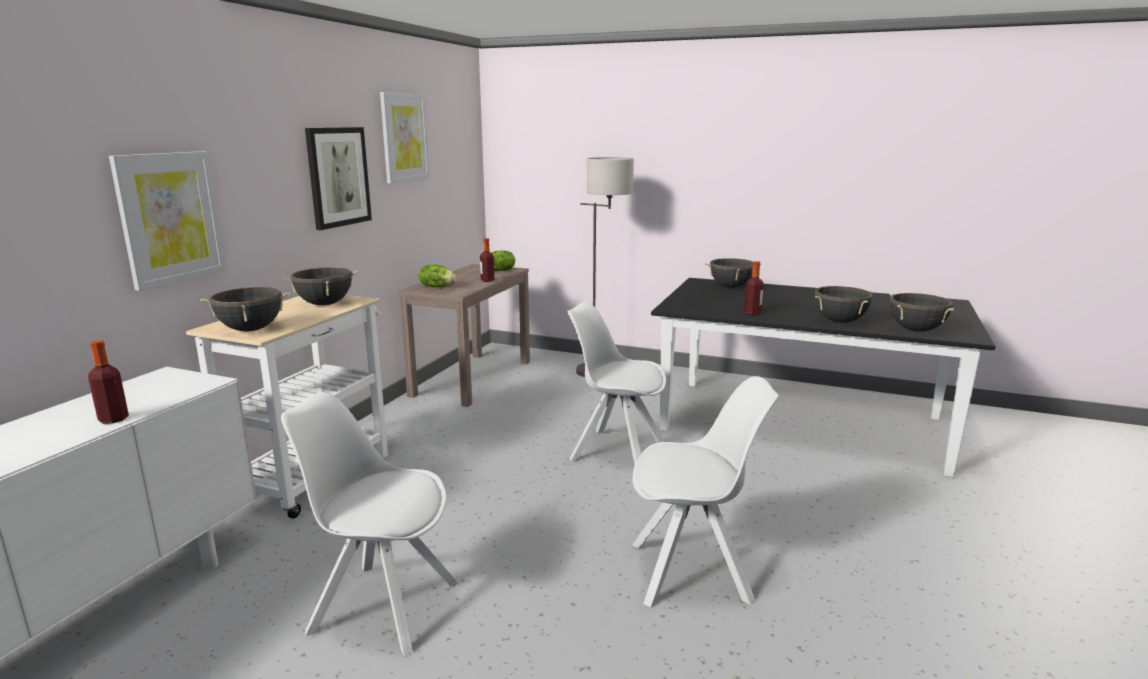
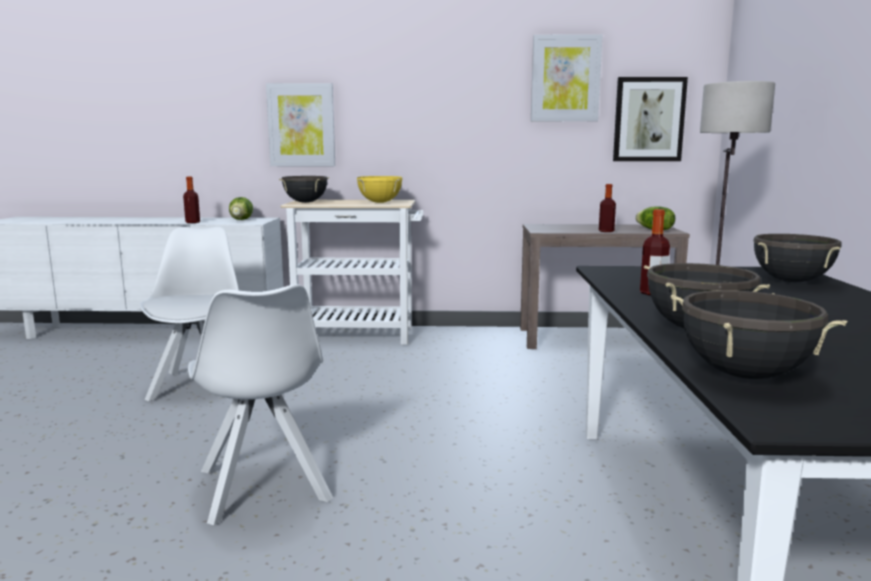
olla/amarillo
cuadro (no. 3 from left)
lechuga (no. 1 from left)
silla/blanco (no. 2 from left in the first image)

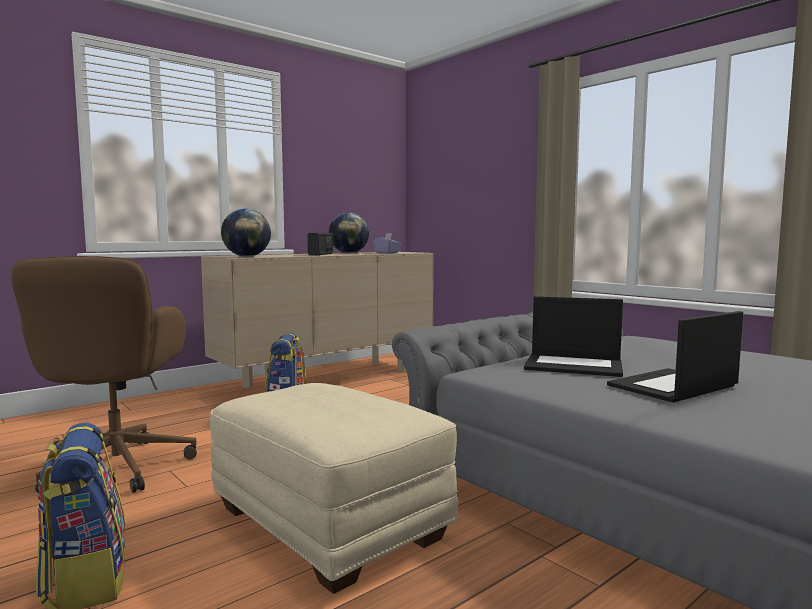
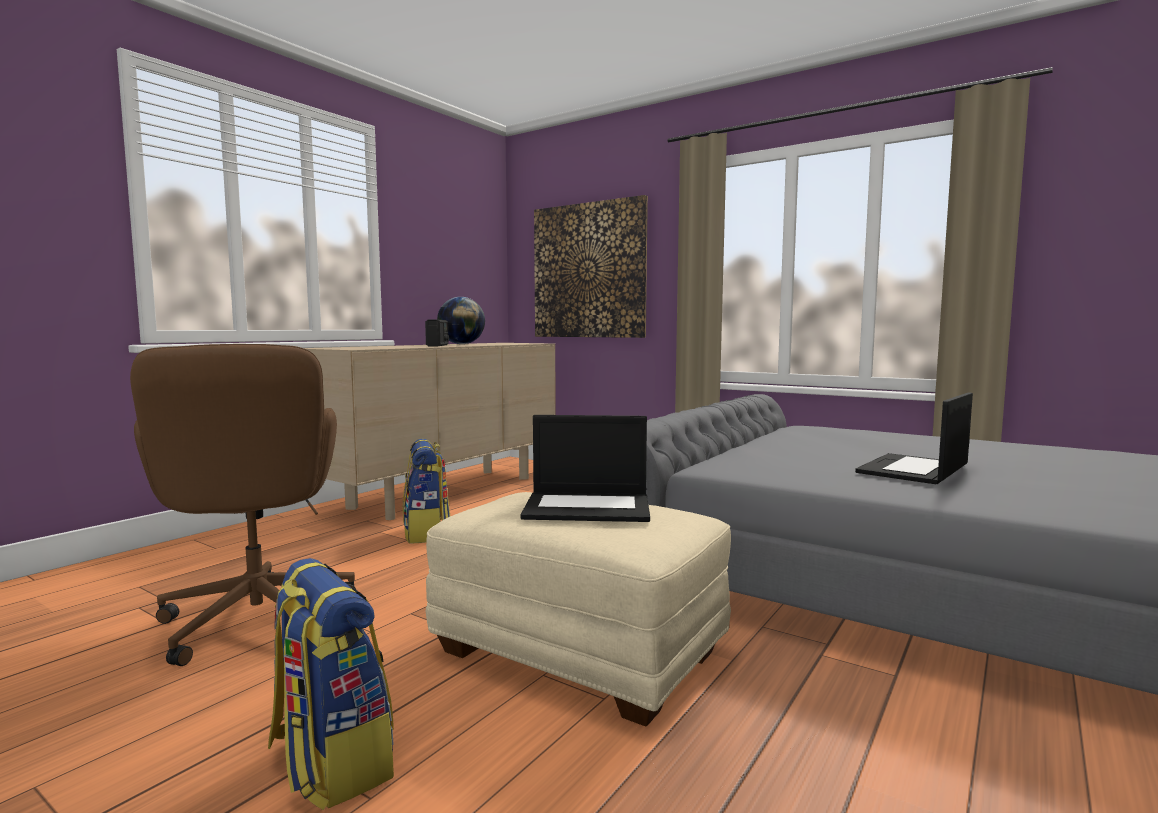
globo terráqueo (no. 1 from left in the first image)
caja de pañuelos/morado
portátil (no. 1 from left)
cuadro

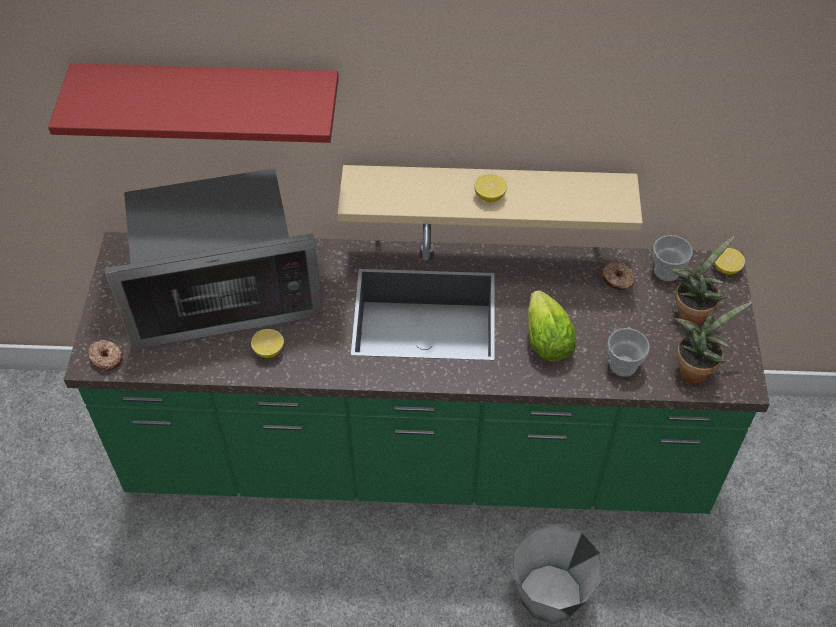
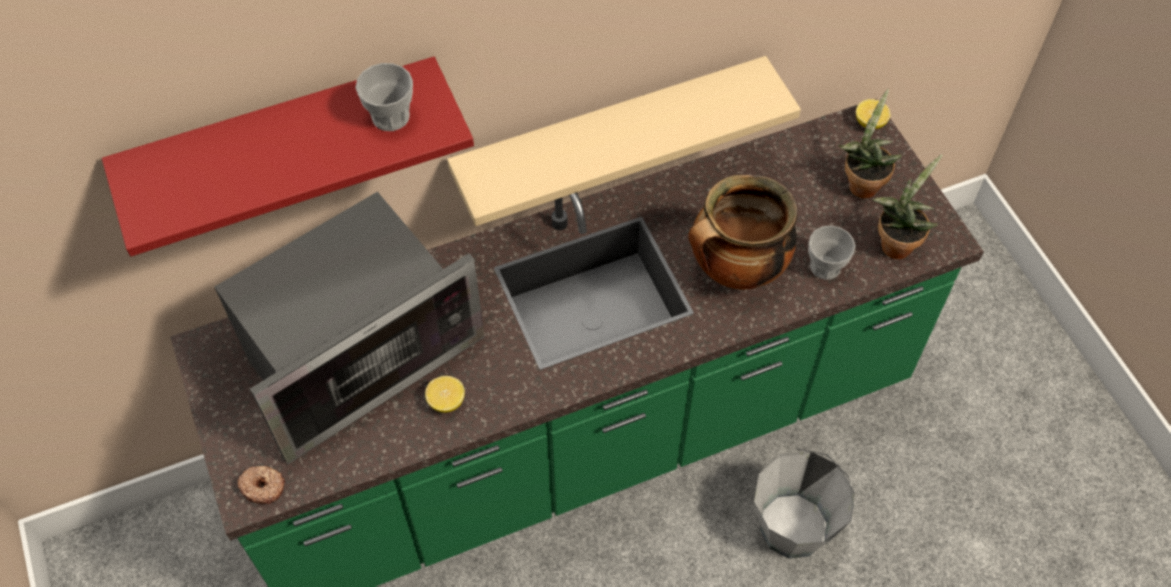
limón (no. 2 from left in the first image)
olla
rosquilla (no. 2 from left in the first image)
taza (no. 1 from left)

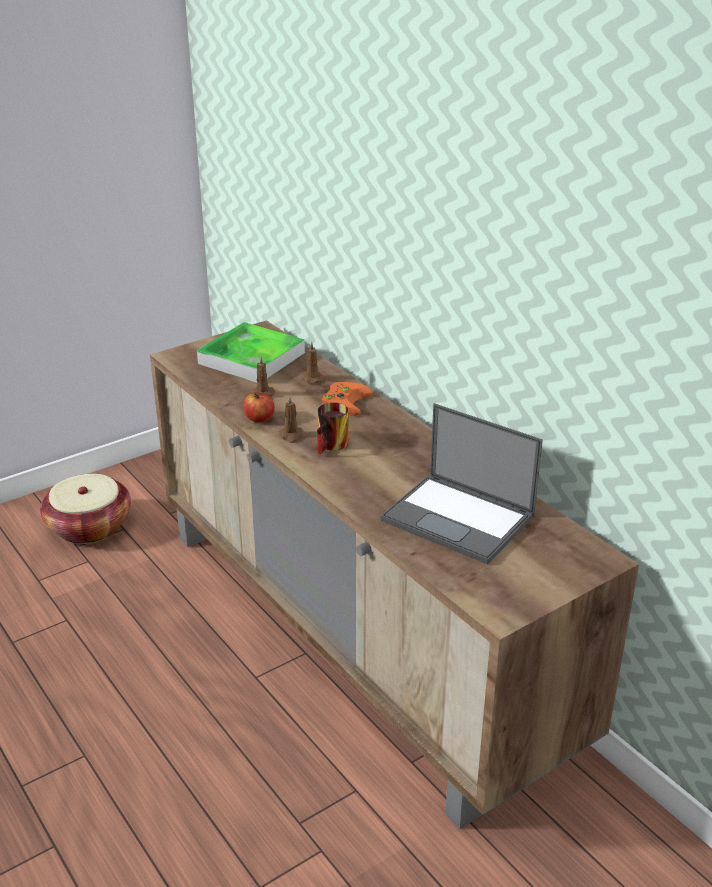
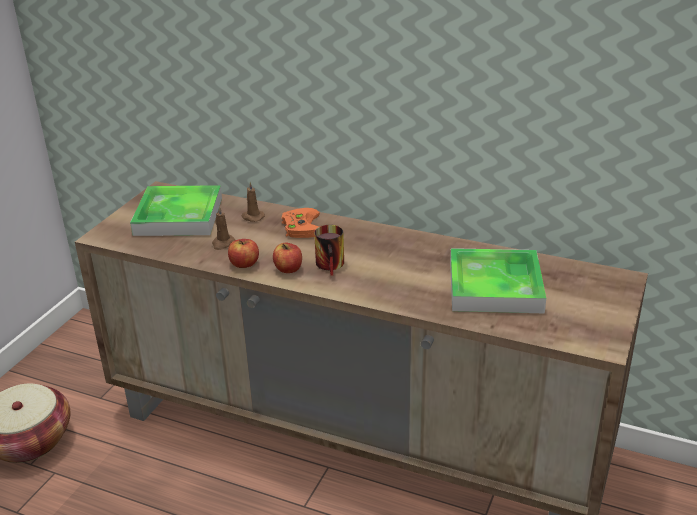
manzana (no. 2 from left)
bandeja (no. 2 from left)

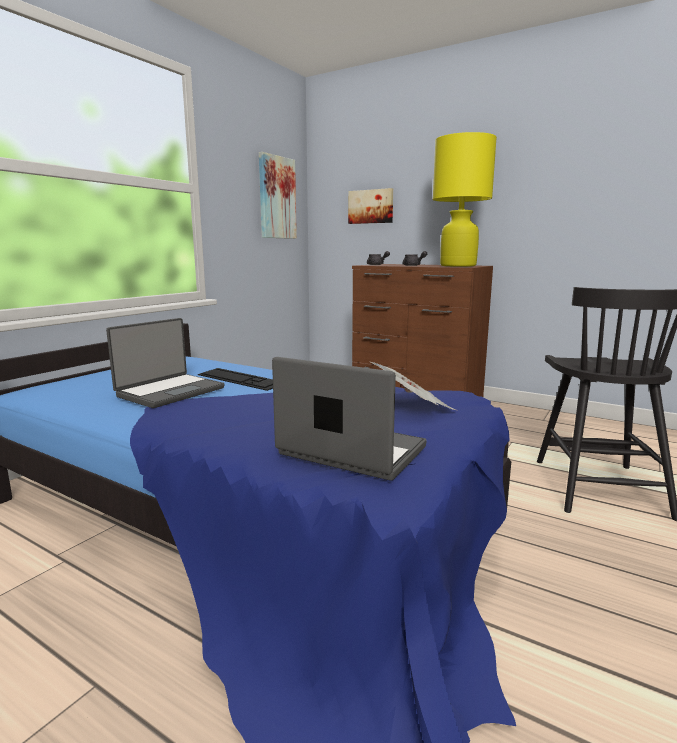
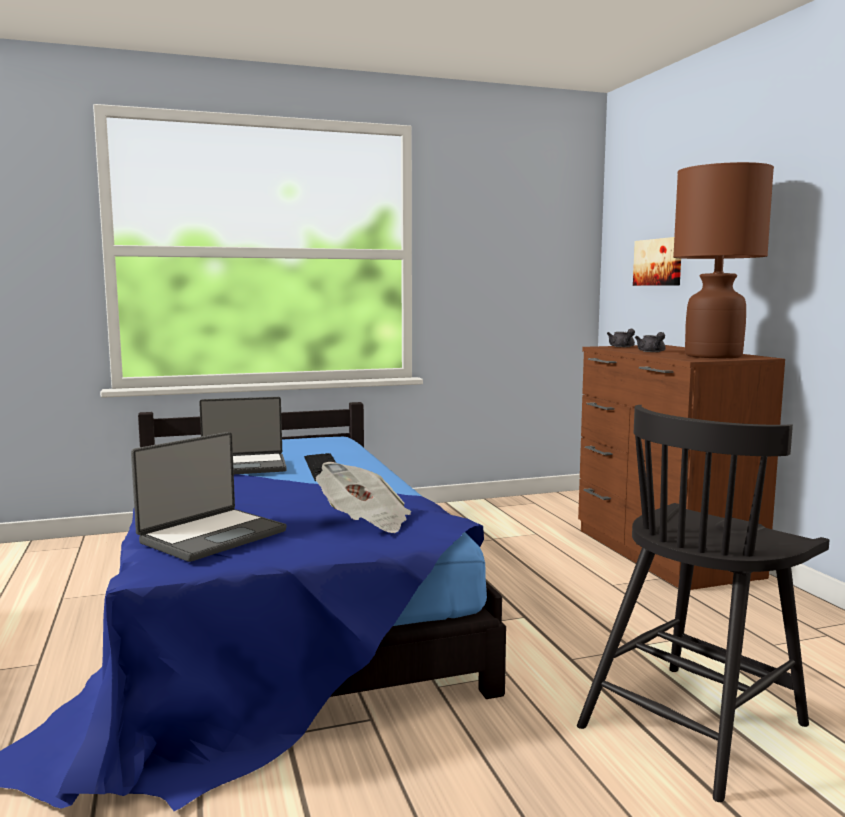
cuadro (no. 1 from left in the first image)
portátil (no. 1 from left)
lámpara de mesa/marrón

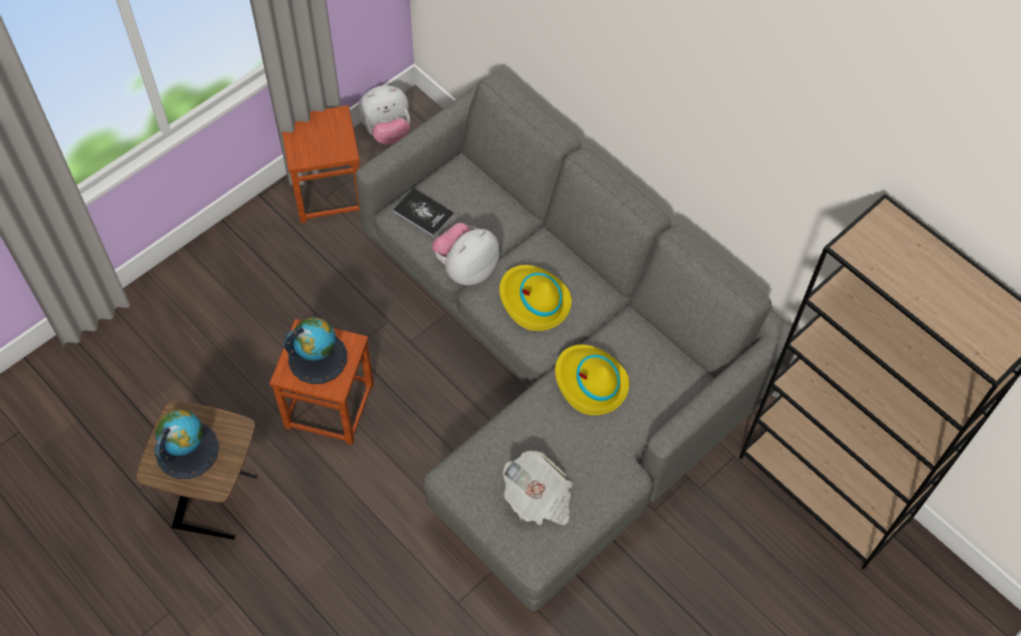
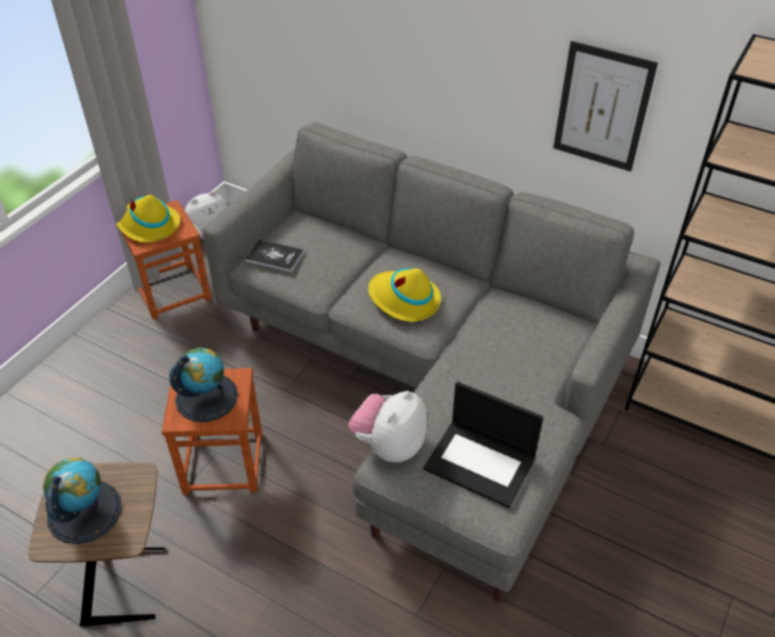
peluche (no. 2 from left)
portátil
sombrero/amarillo (no. 1 from left)
cuadro

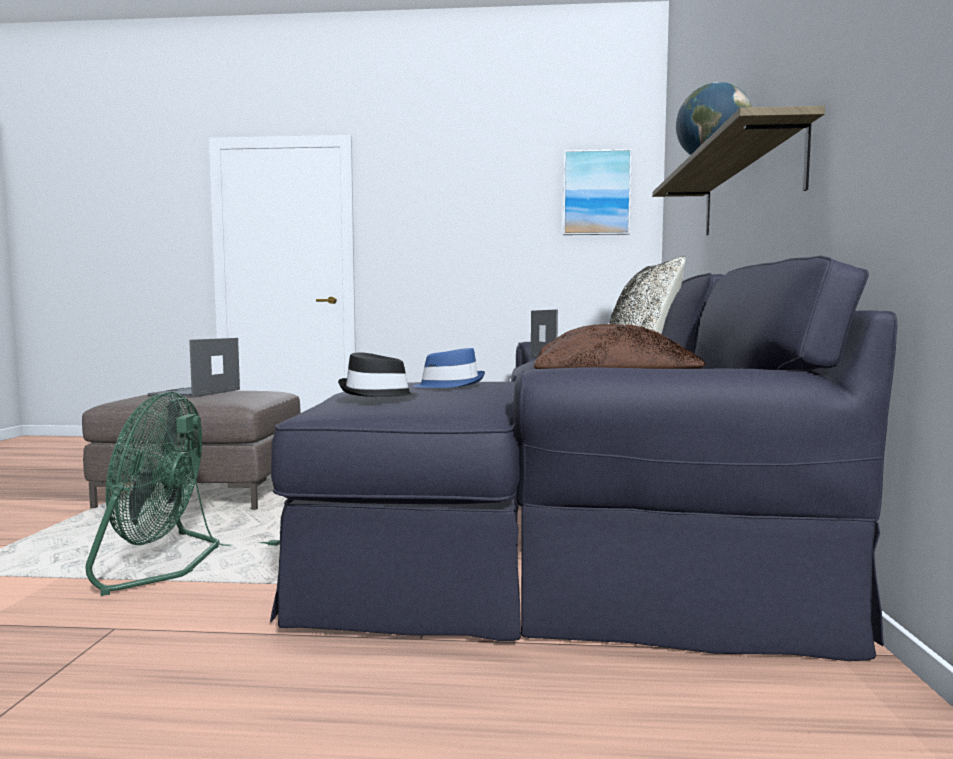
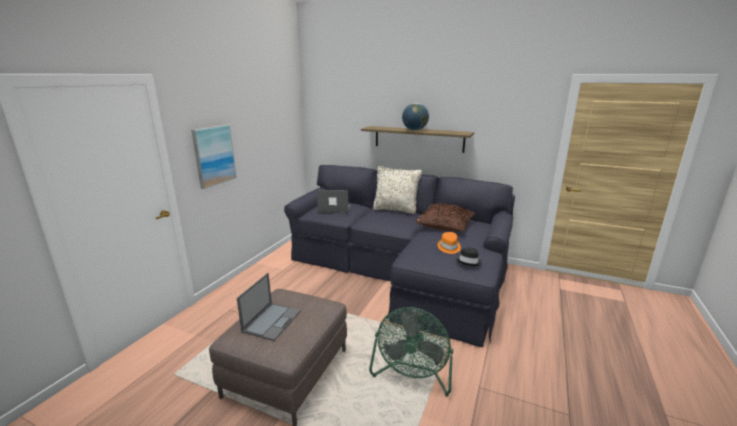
portátil (no. 1 from left)
sombrero/naranja
cuadro

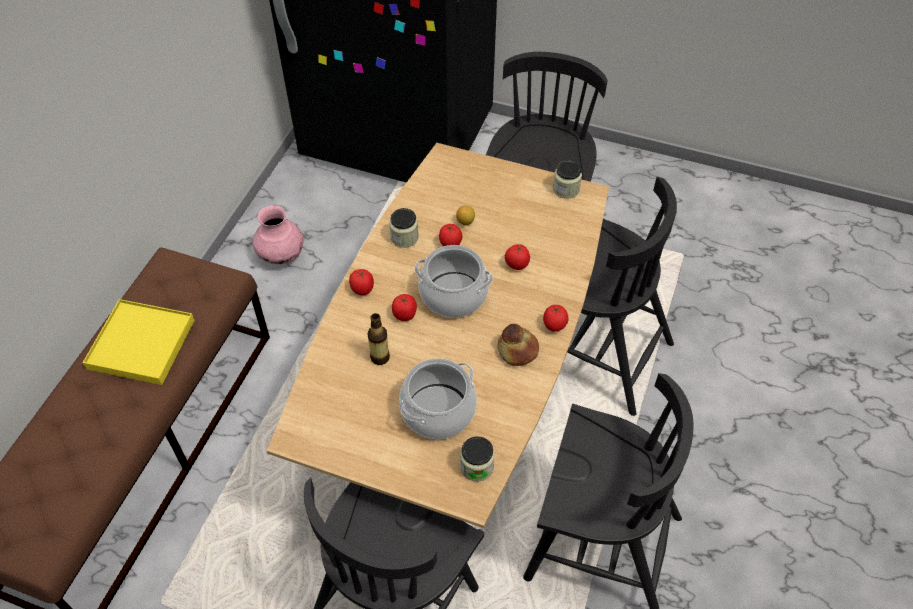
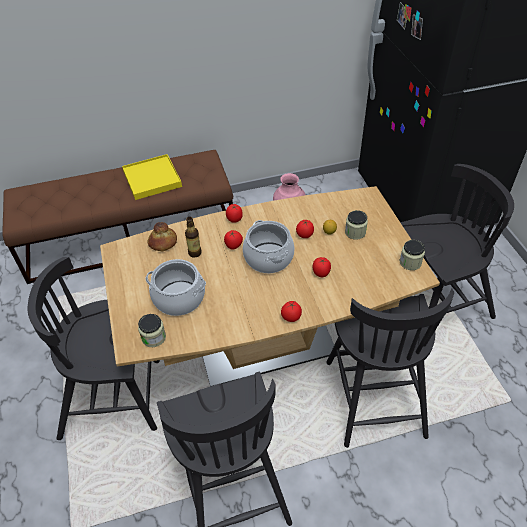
tarro (no. 2 from left)
pan

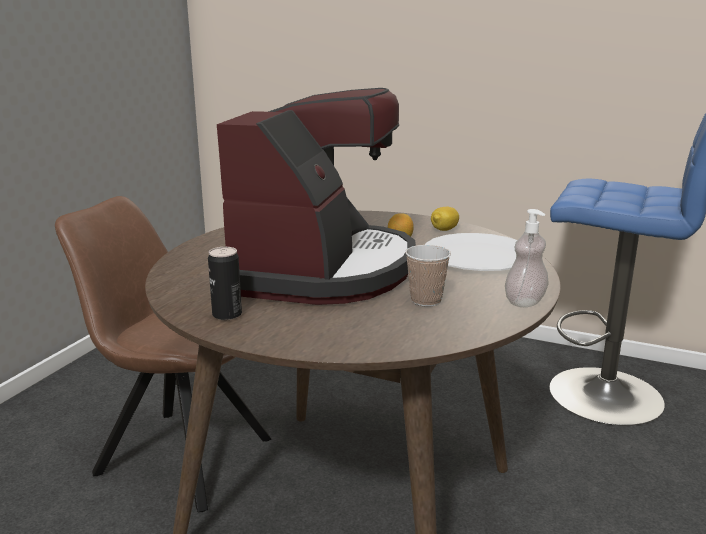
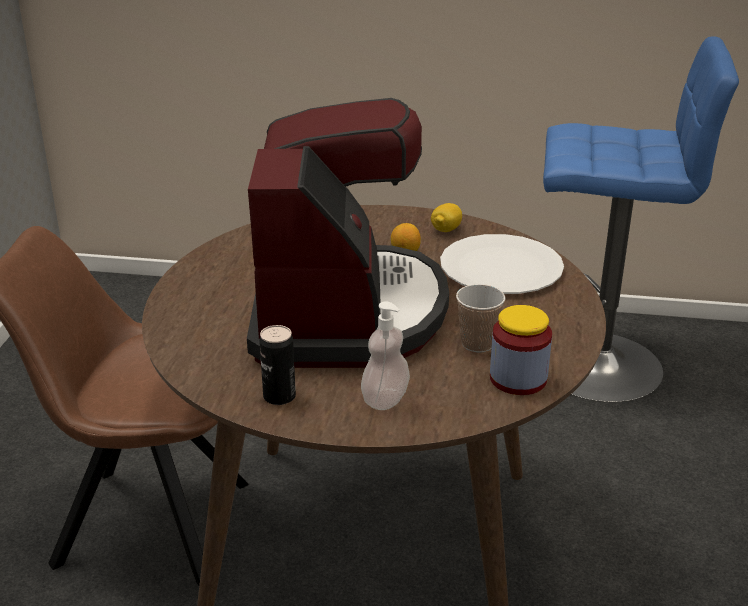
dispensador de jabón
tarro

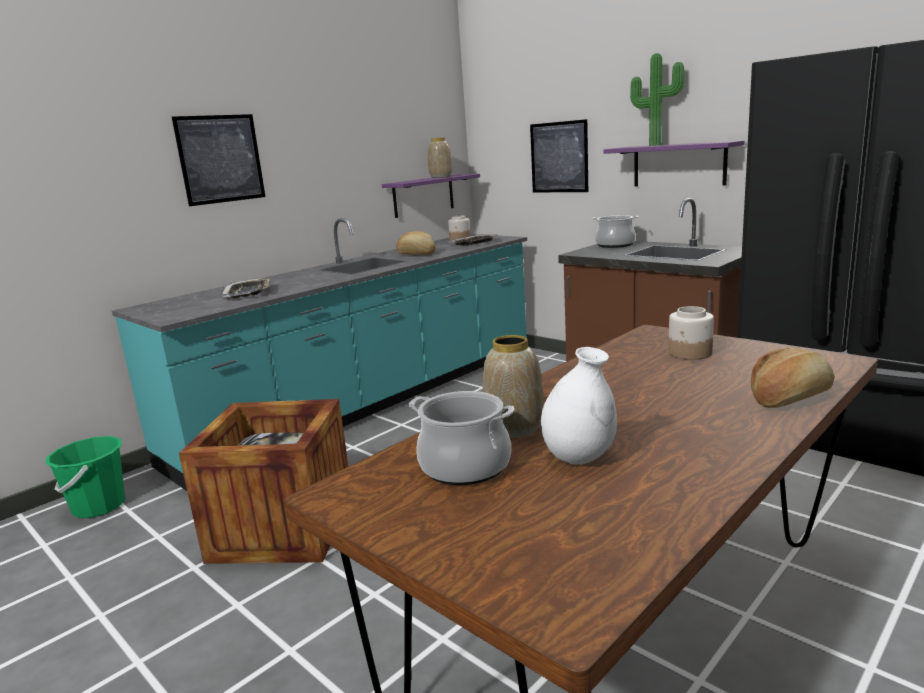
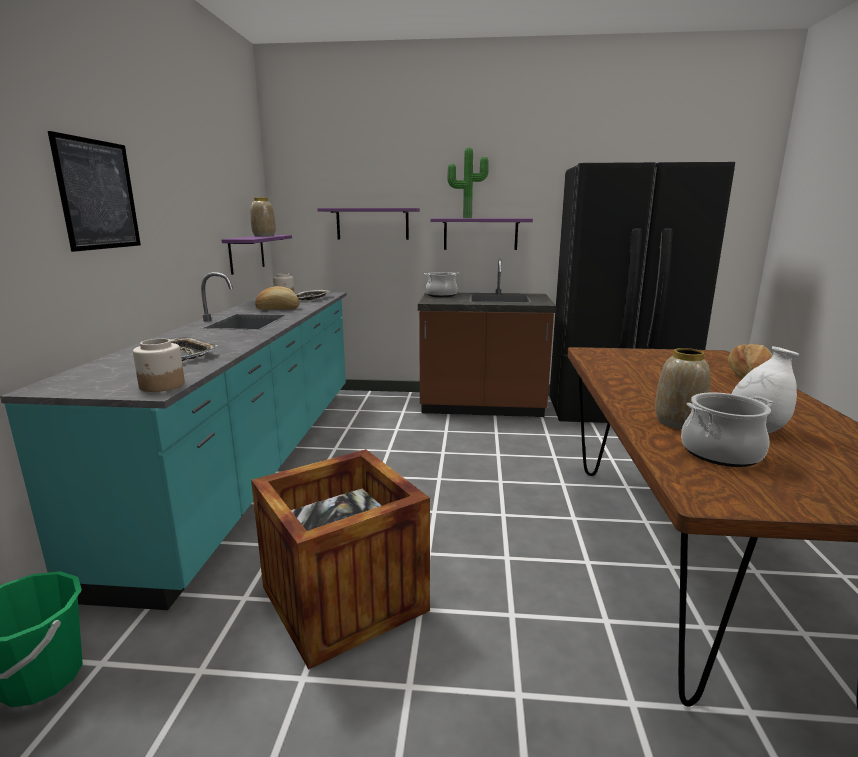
estante/morado (no. 2 from left)
tarro (no. 1 from left)

